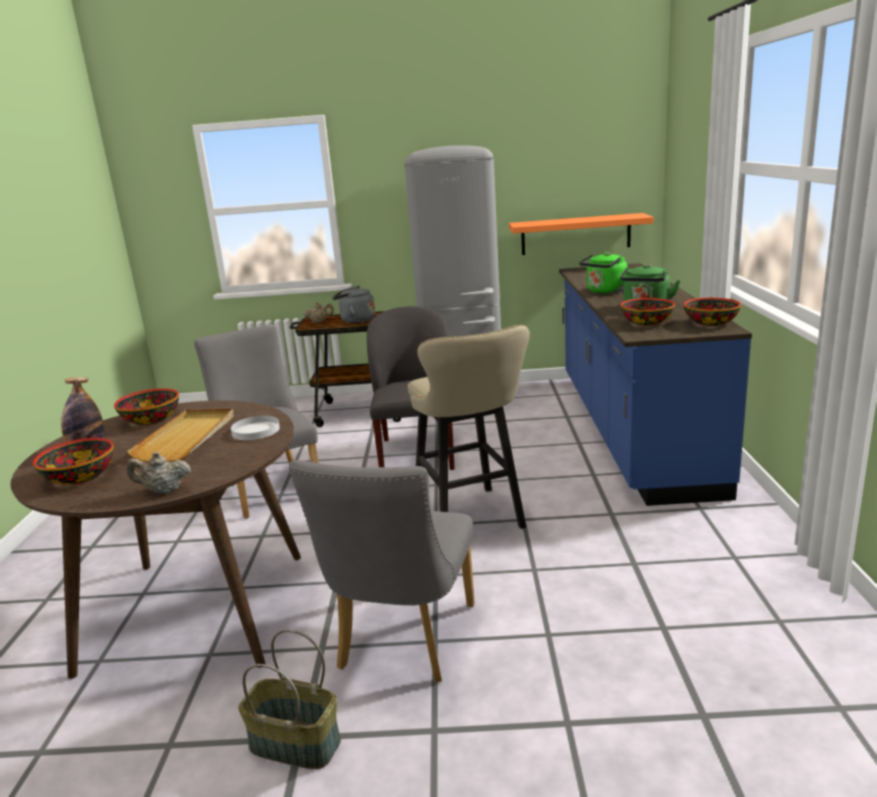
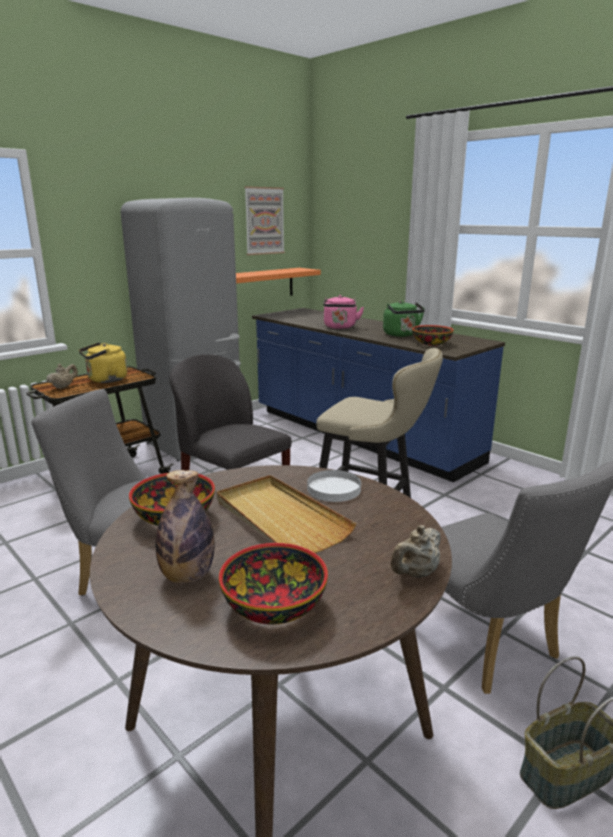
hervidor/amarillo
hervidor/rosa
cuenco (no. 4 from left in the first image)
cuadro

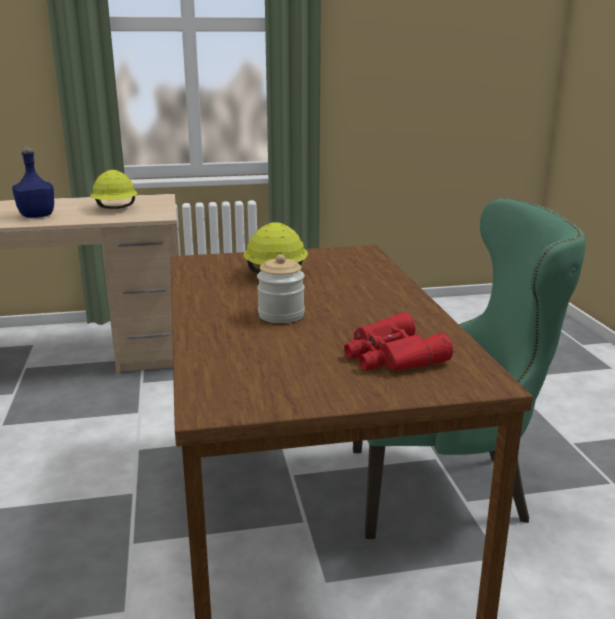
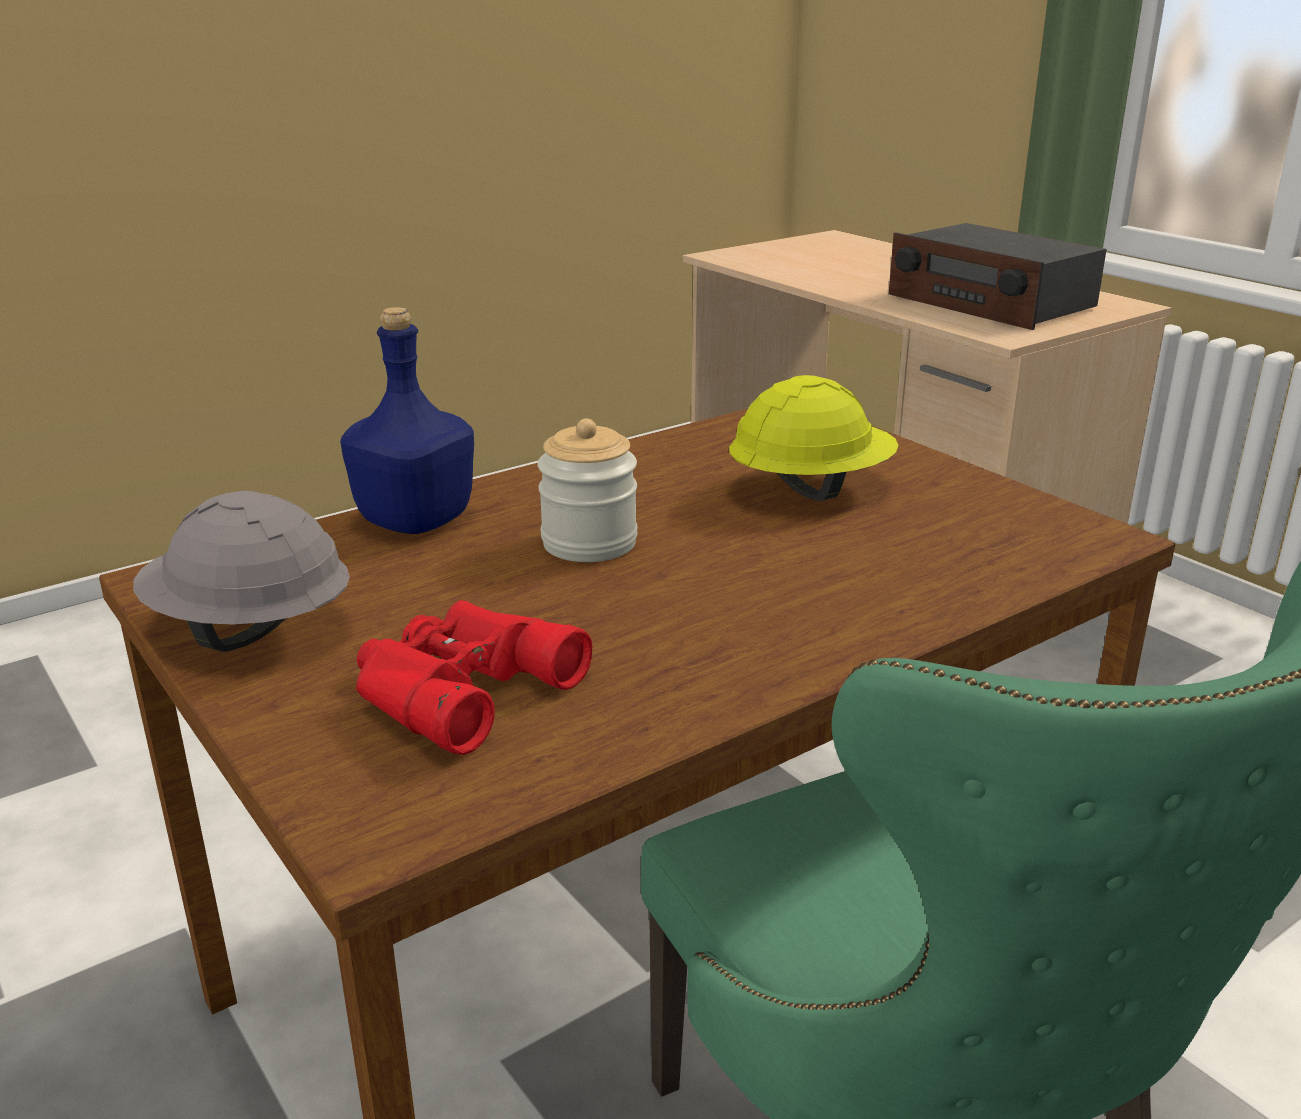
botella/azul
radio
casco/gris

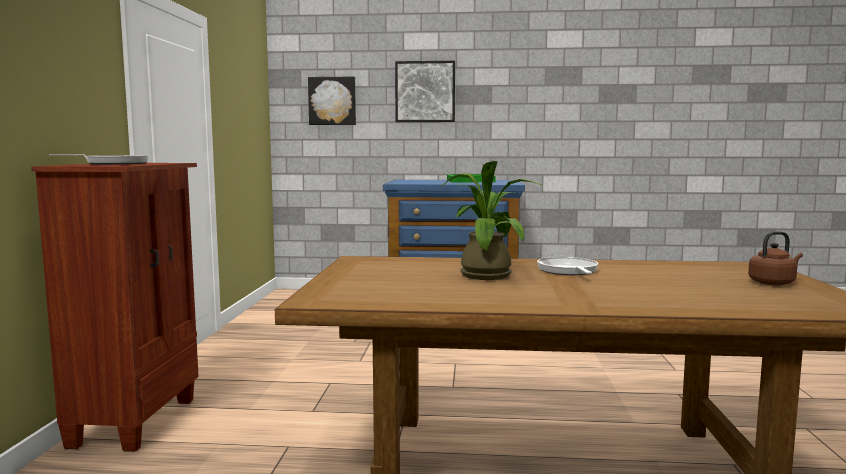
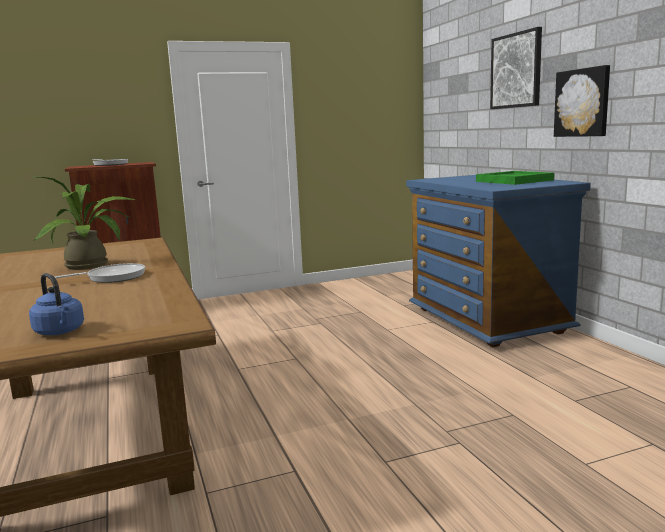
cuadro (no. 2 from left)
hervidor/azul

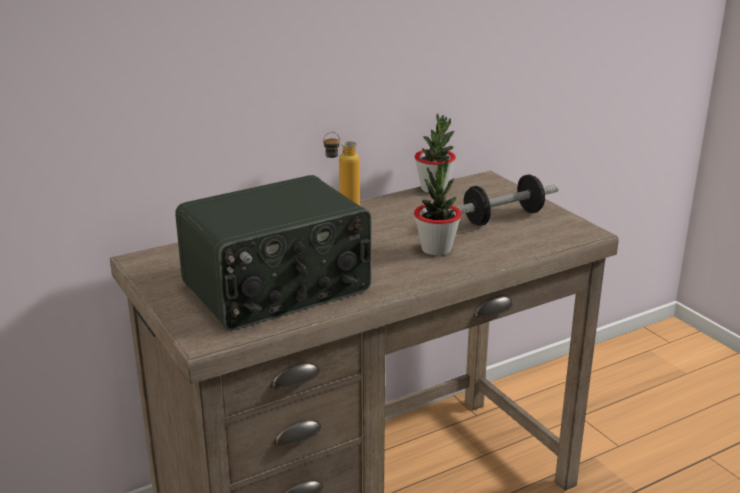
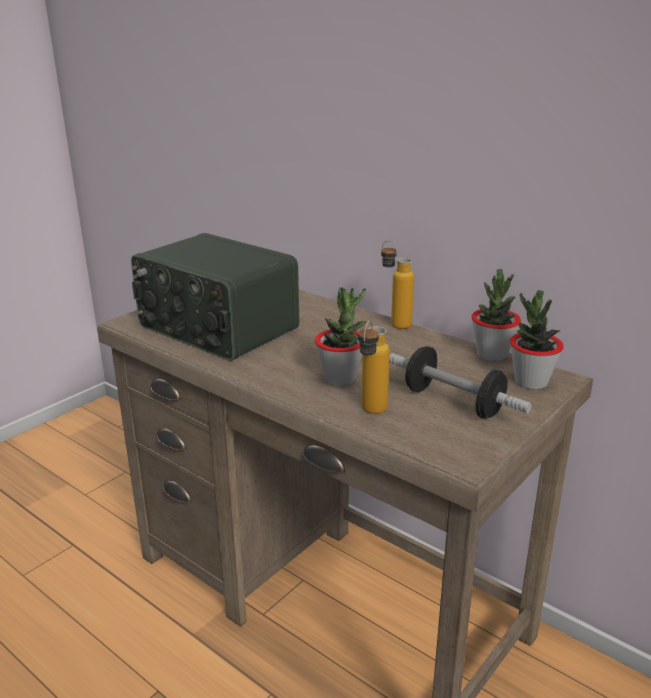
botella (no. 1 from left)
planta en maceta (no. 3 from left)

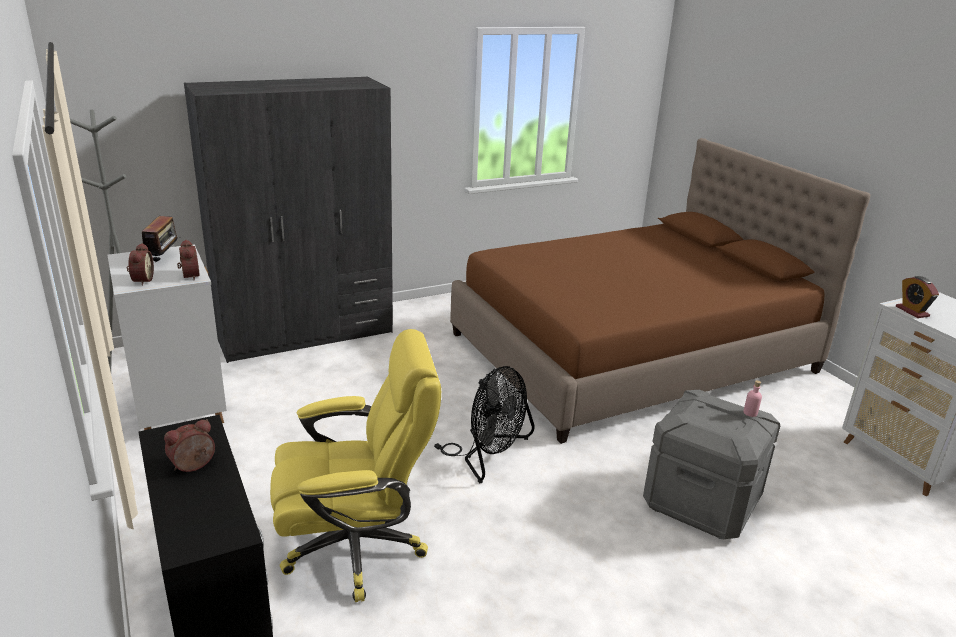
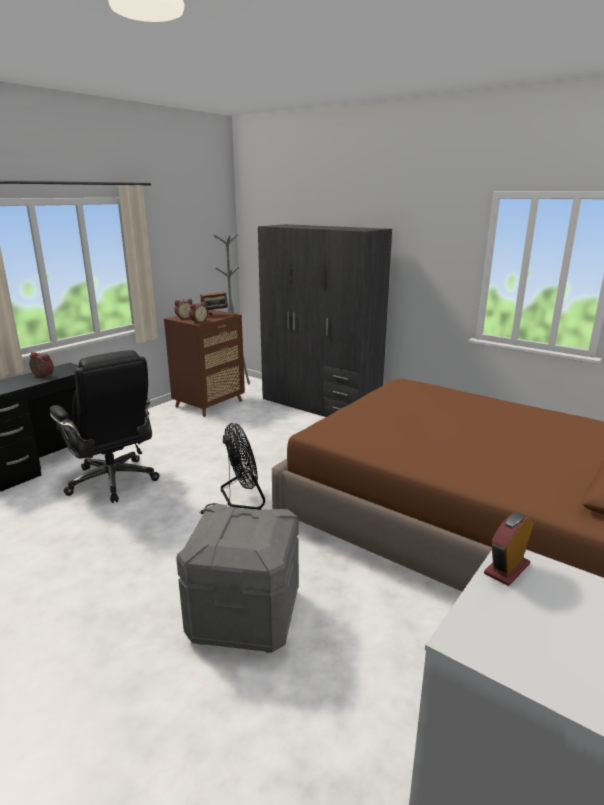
cómoda/marrón
silla de oficina/negro
ventilador/negro
botella/rosa

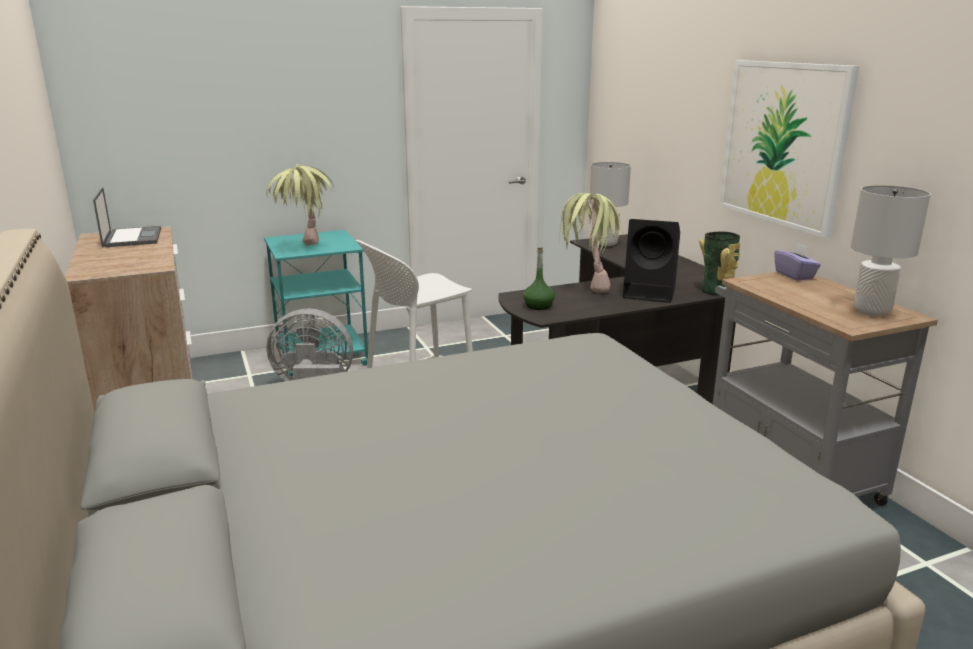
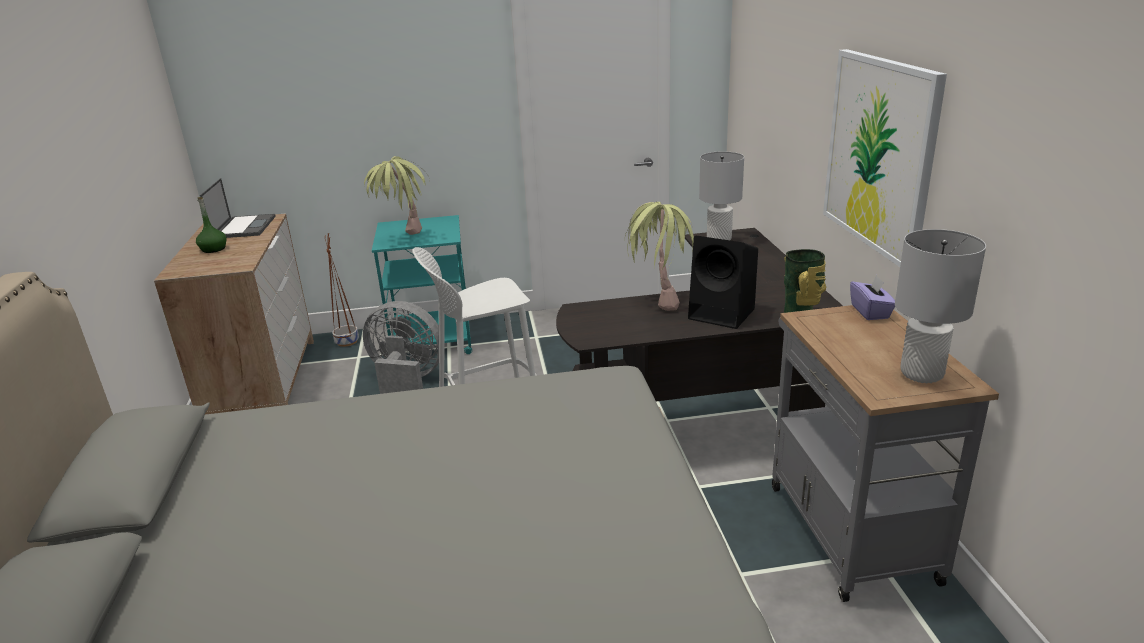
botella/verde
maceta/marrón

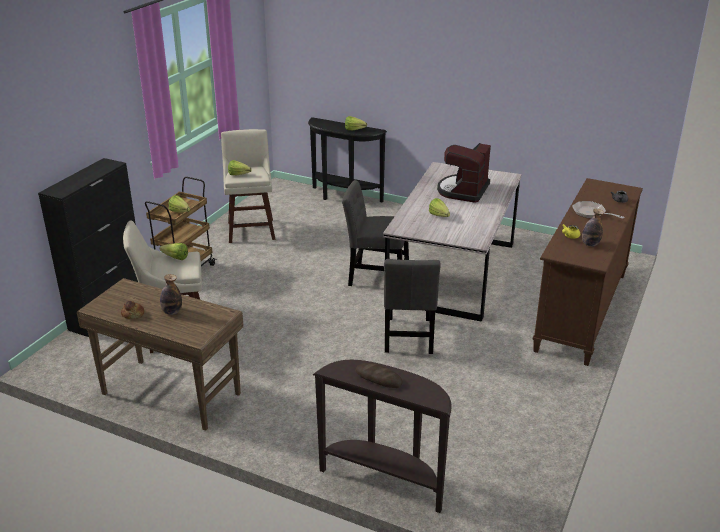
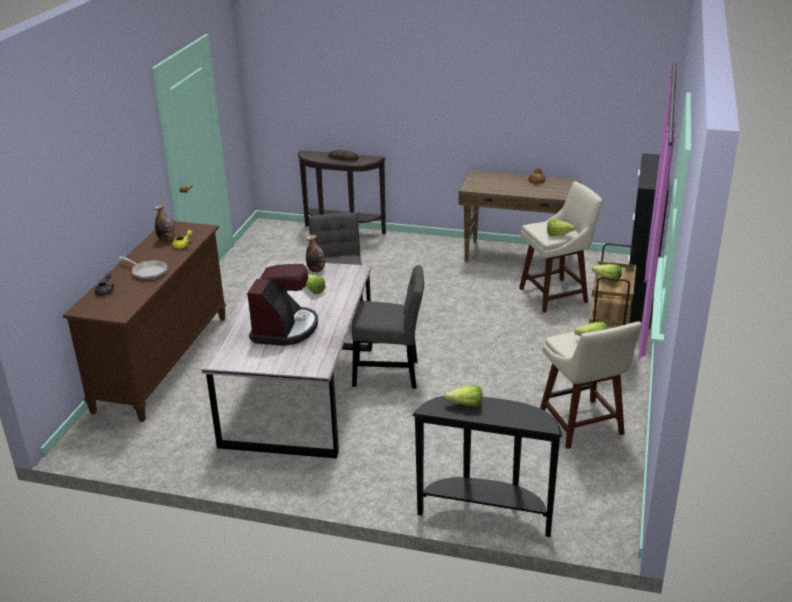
botella (no. 2 from left)

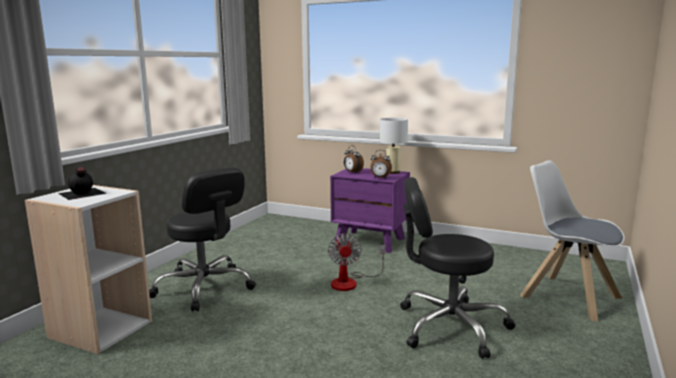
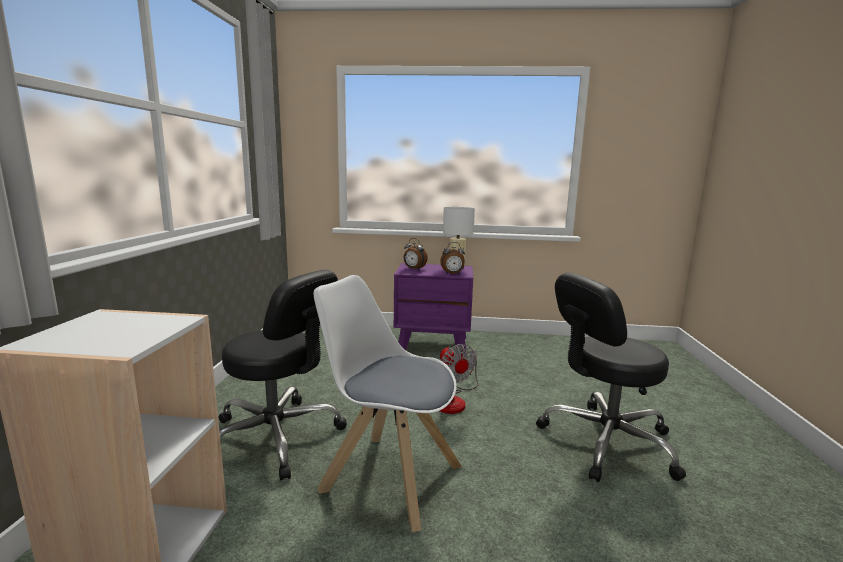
botella/negro
silla

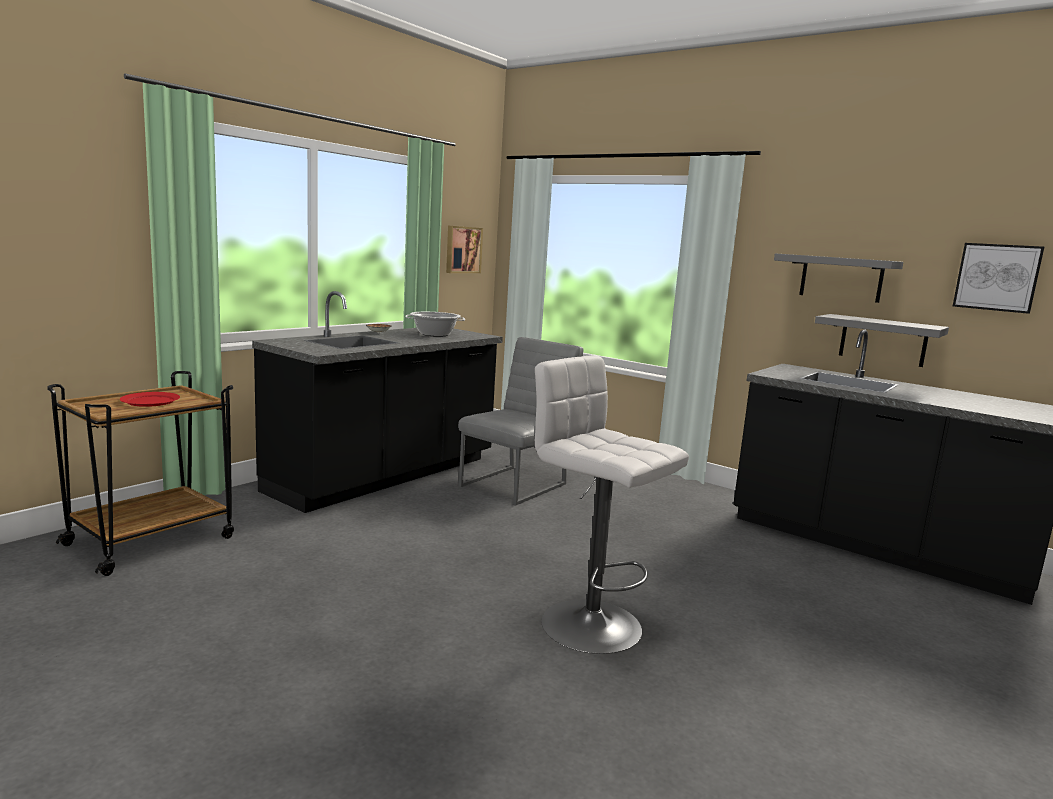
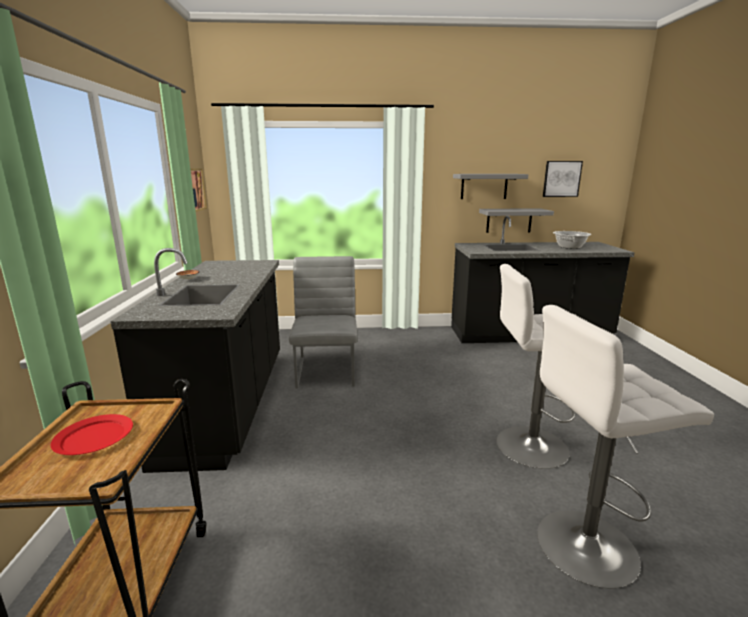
olla
taburete/blanco (no. 2 from left)

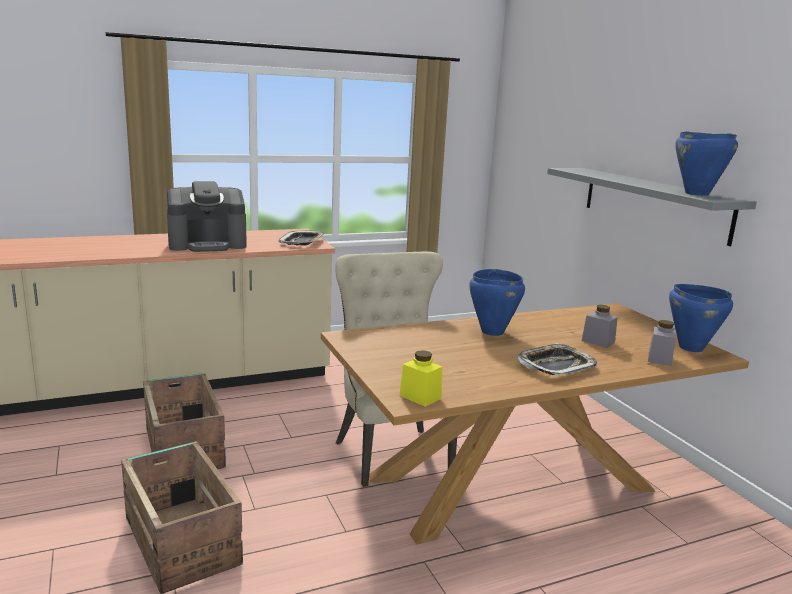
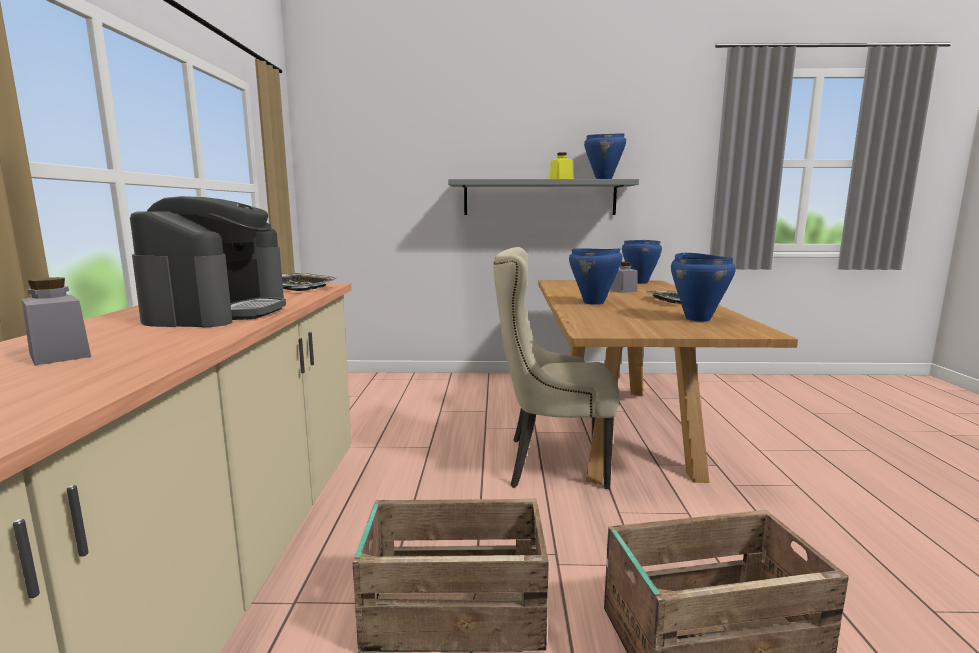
tarro/amarillo
tarro/gris (no. 1 from left)
olla/azul (no. 4 from left)

